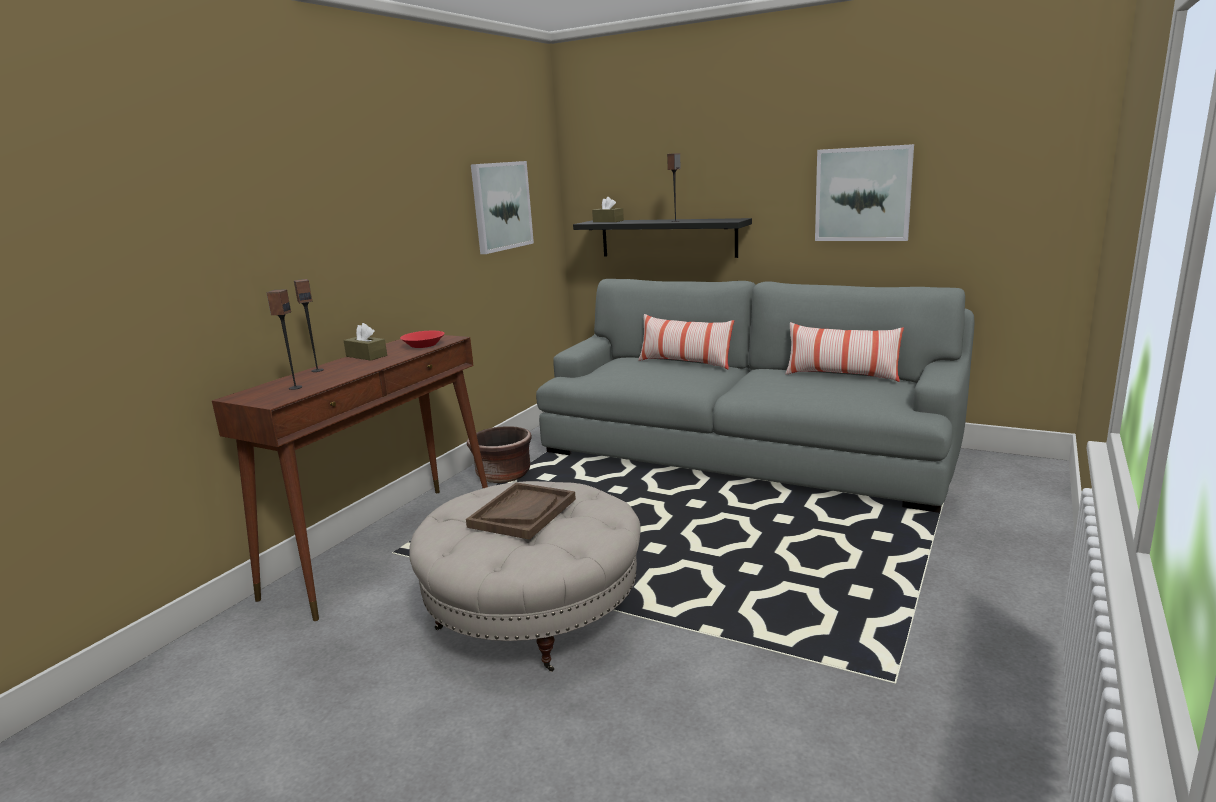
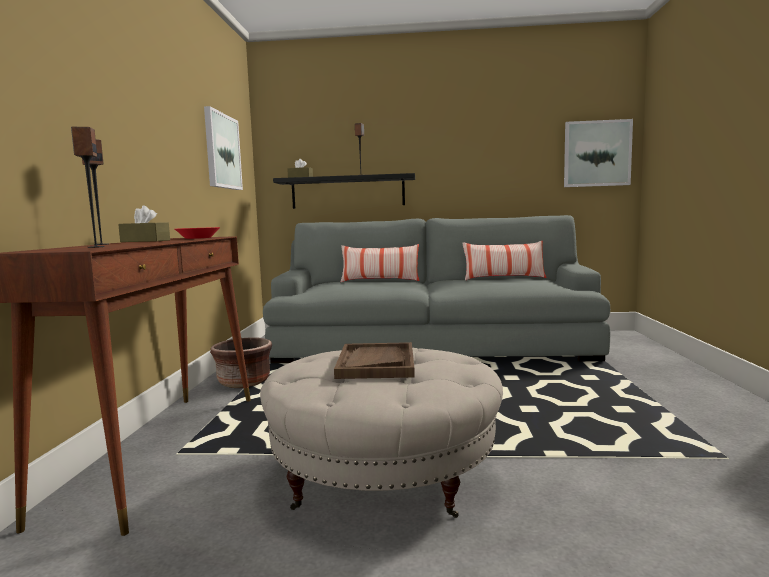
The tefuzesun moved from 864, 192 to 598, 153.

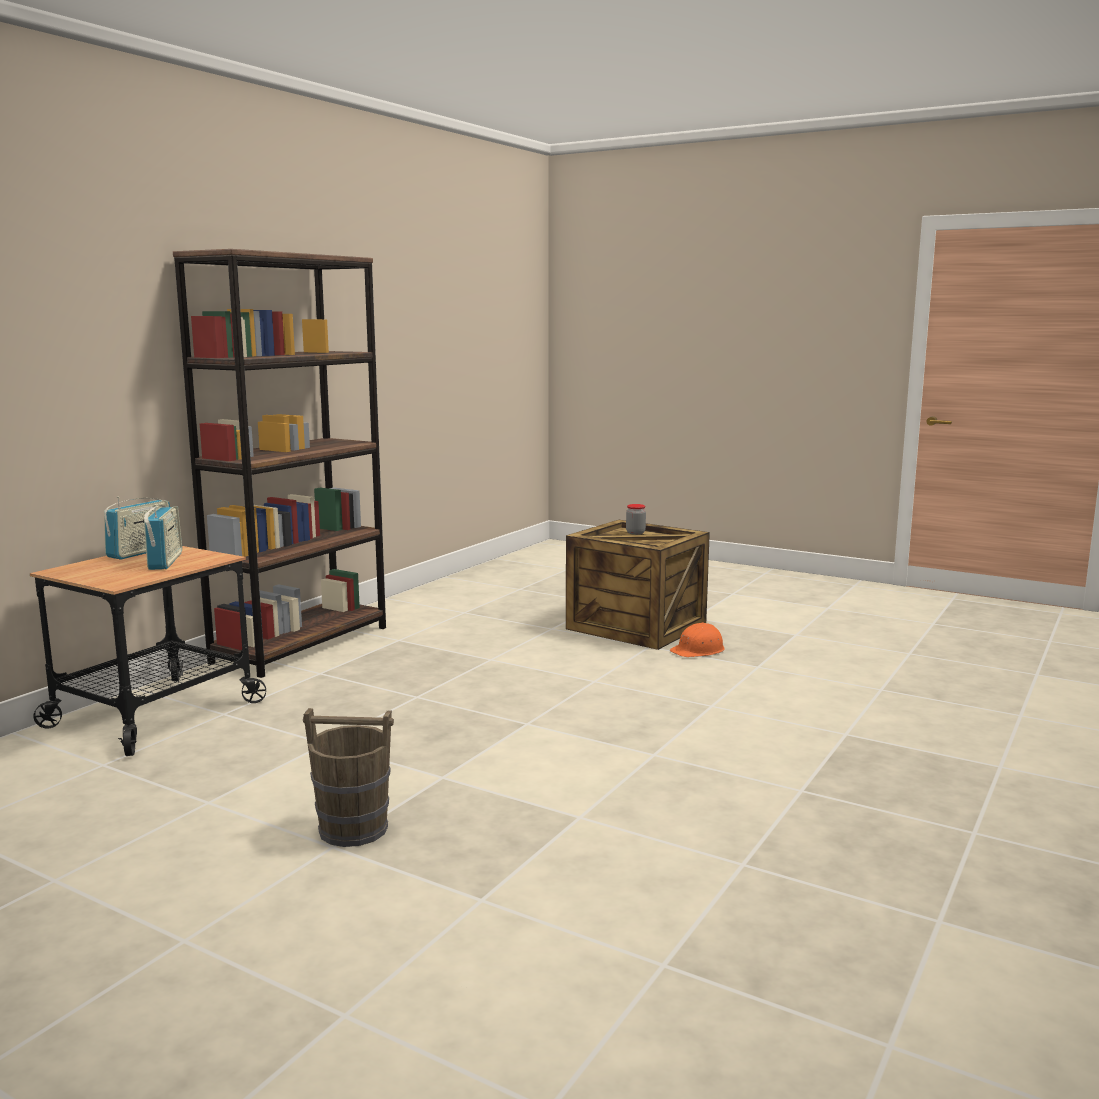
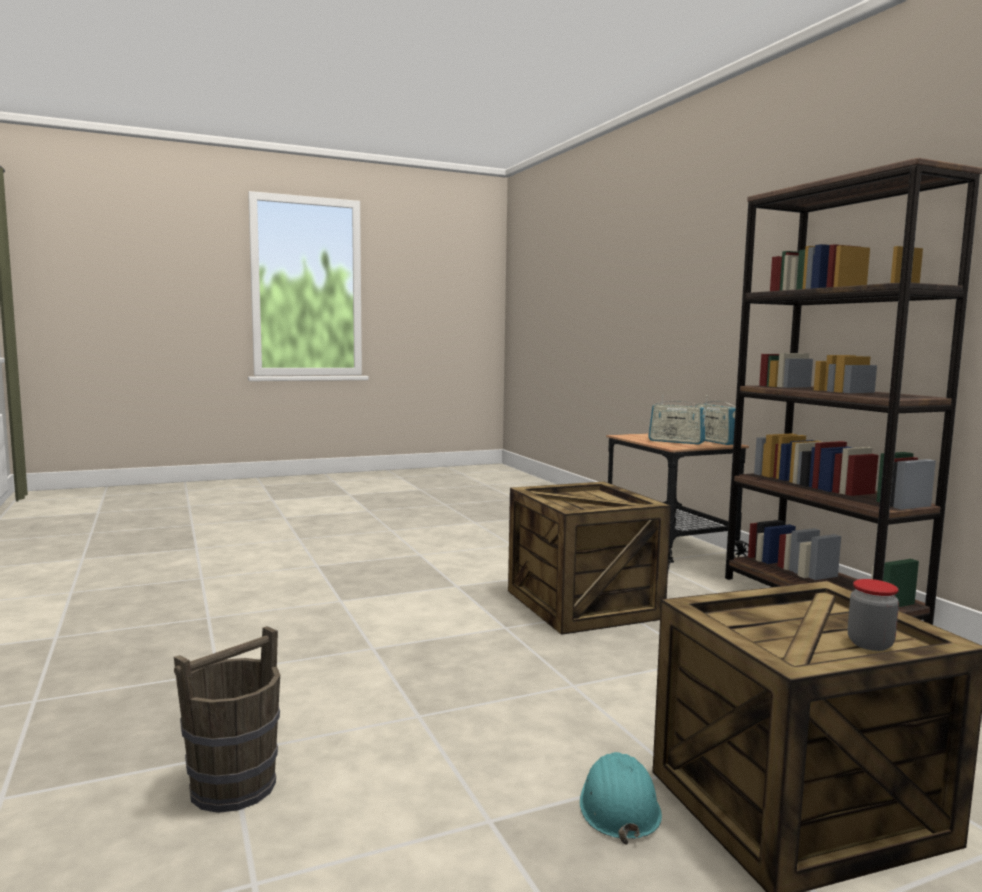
The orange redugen at 697, 639 became the turquoise redugen at 621, 798.
The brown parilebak moved from 348, 777 to 227, 719.
The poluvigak at 589, 558 appeared.

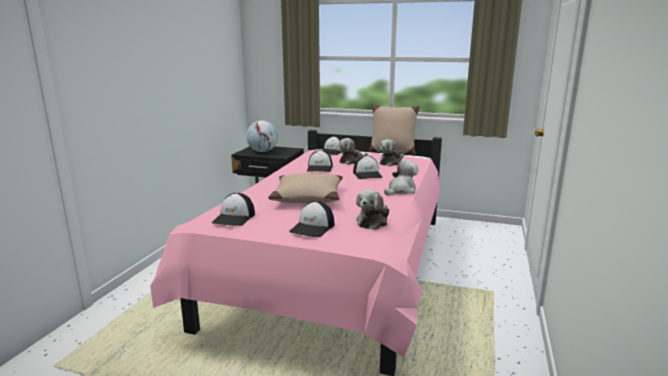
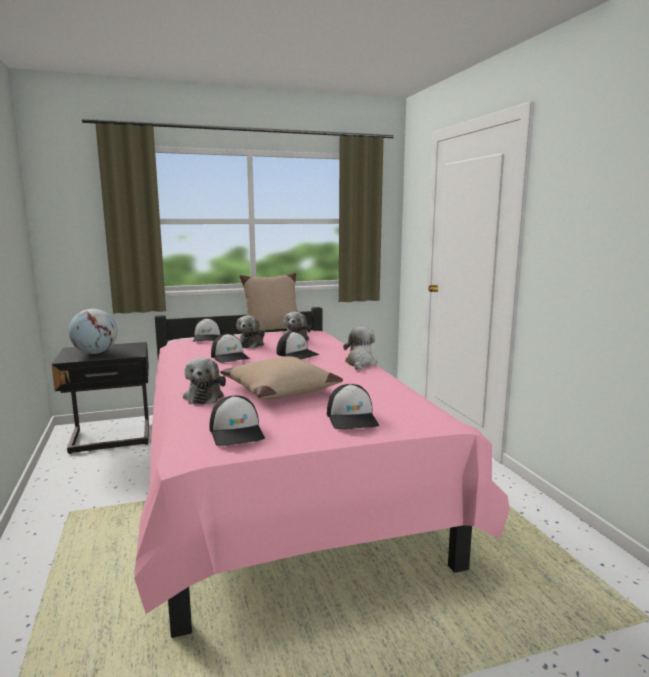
The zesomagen moved from 372, 209 to 204, 380.

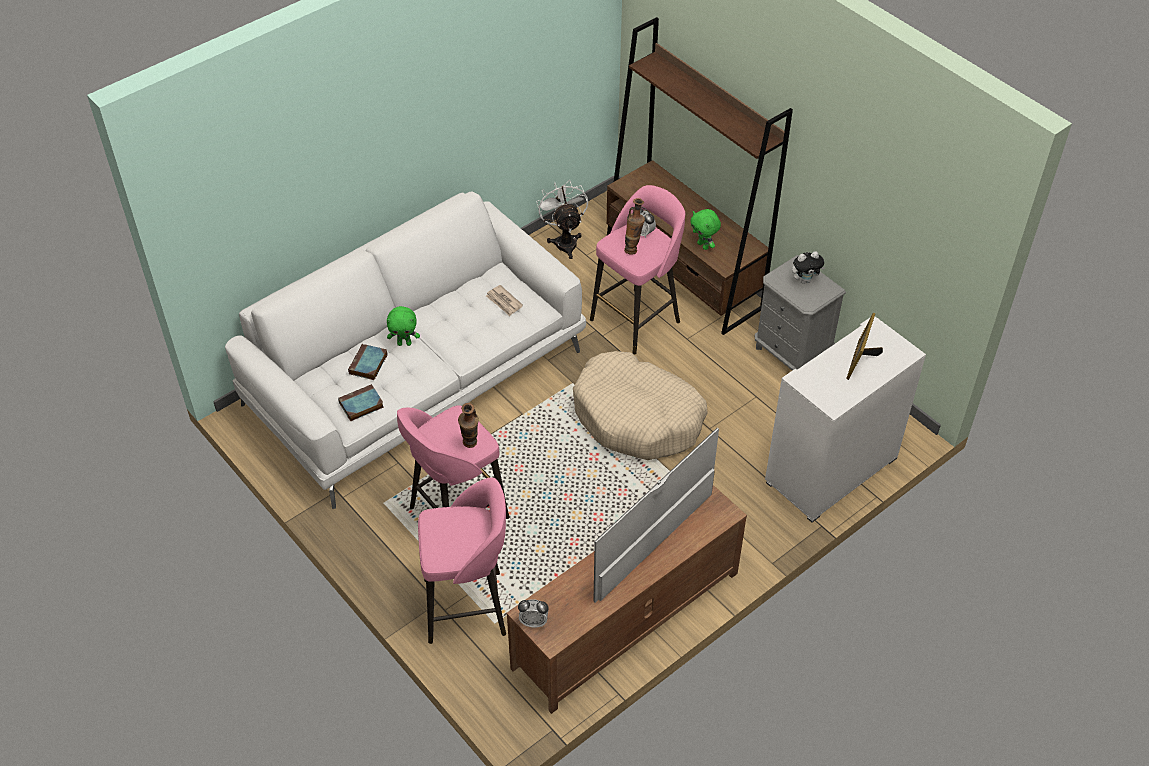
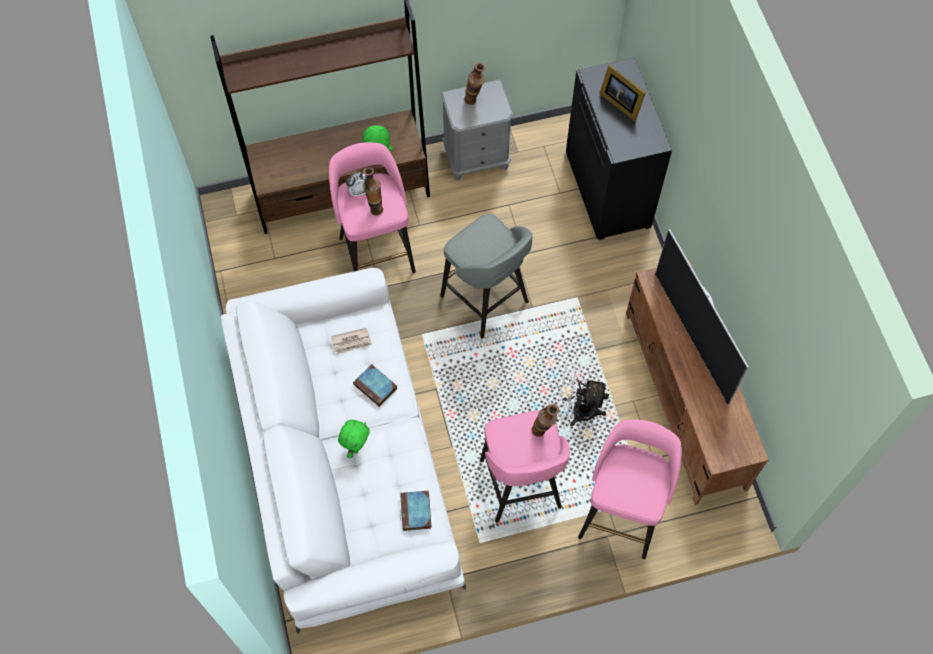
The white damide moved from 562, 220 to 583, 394.
The zesomagen at 808, 267 was replaced by the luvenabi at 475, 84.
The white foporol at 845, 420 became the black foporol at 619, 149.
The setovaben moved from 367, 362 to 375, 385.
The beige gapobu at 640, 405 was replaced by the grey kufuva at 486, 276.
The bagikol at 533, 613 disappeared.

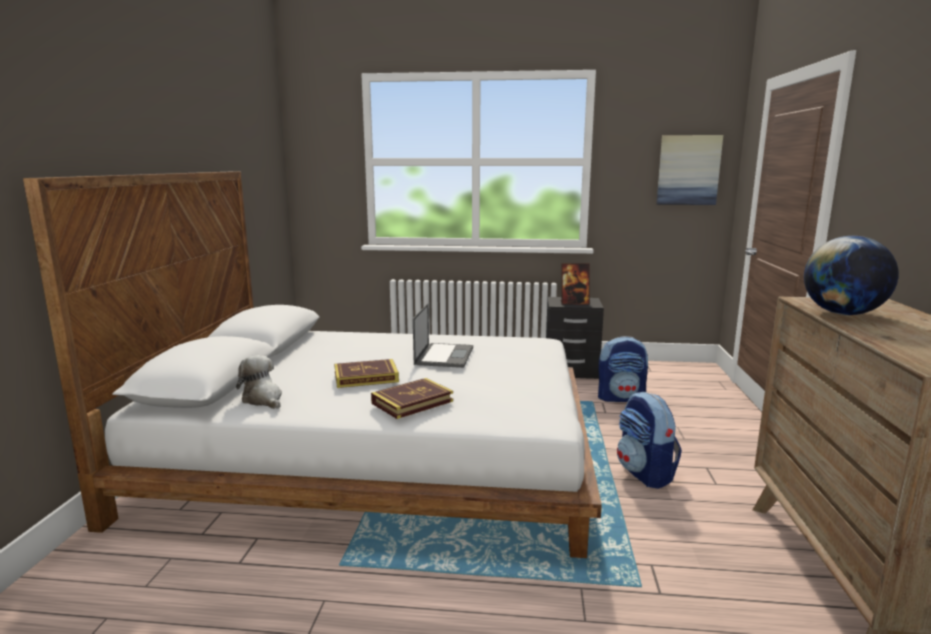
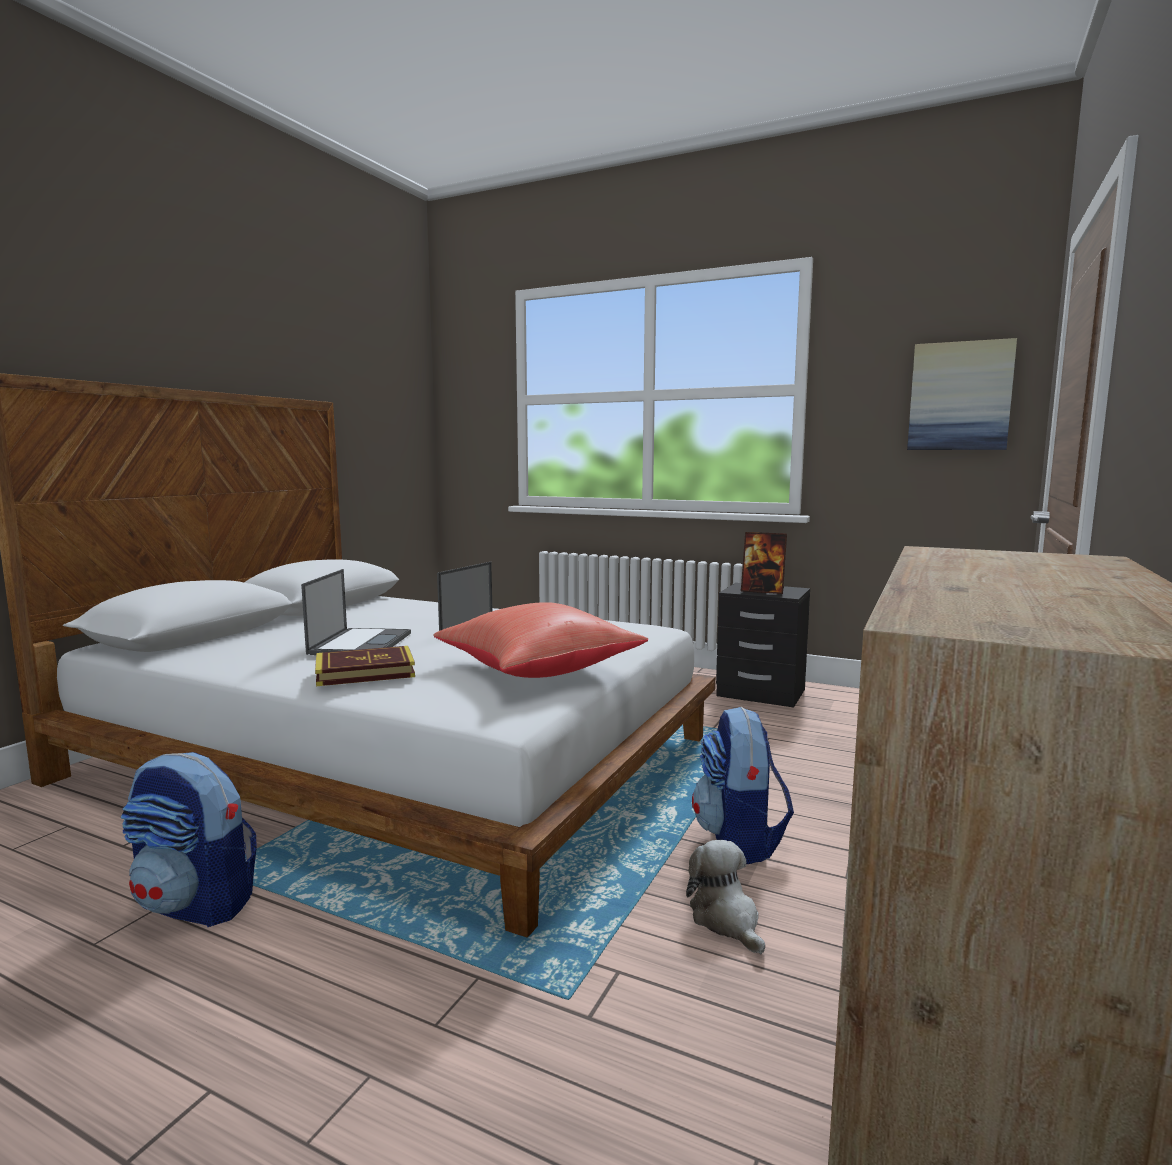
The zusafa at 851, 275 disappeared.
The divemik moved from 623, 369 to 189, 839.
The zesomagen moved from 259, 382 to 725, 897.
The setovaben at 366, 373 was replaced by the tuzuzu at 356, 612.
The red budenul at 541, 640 appeared.

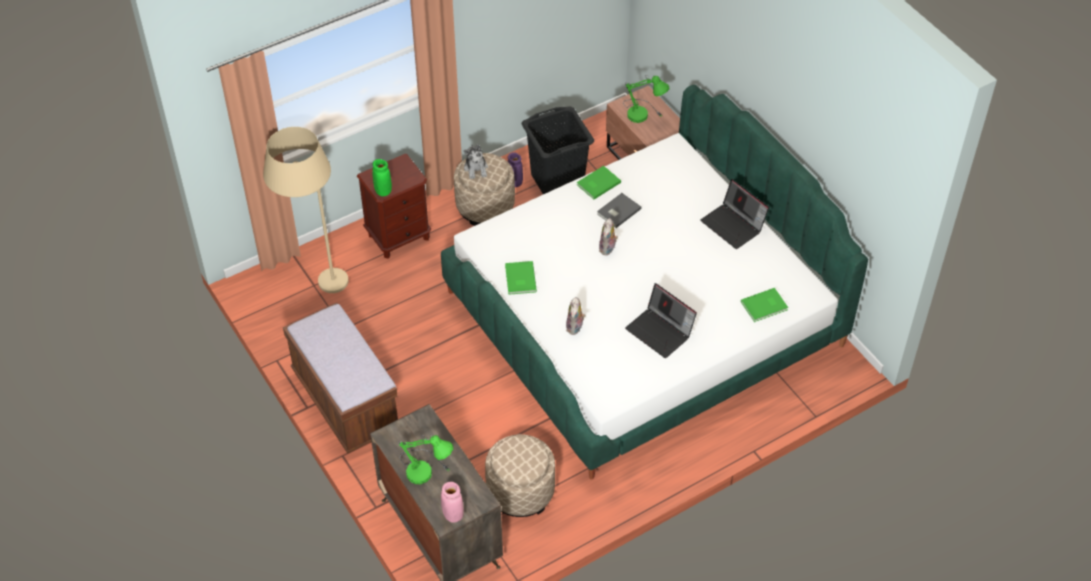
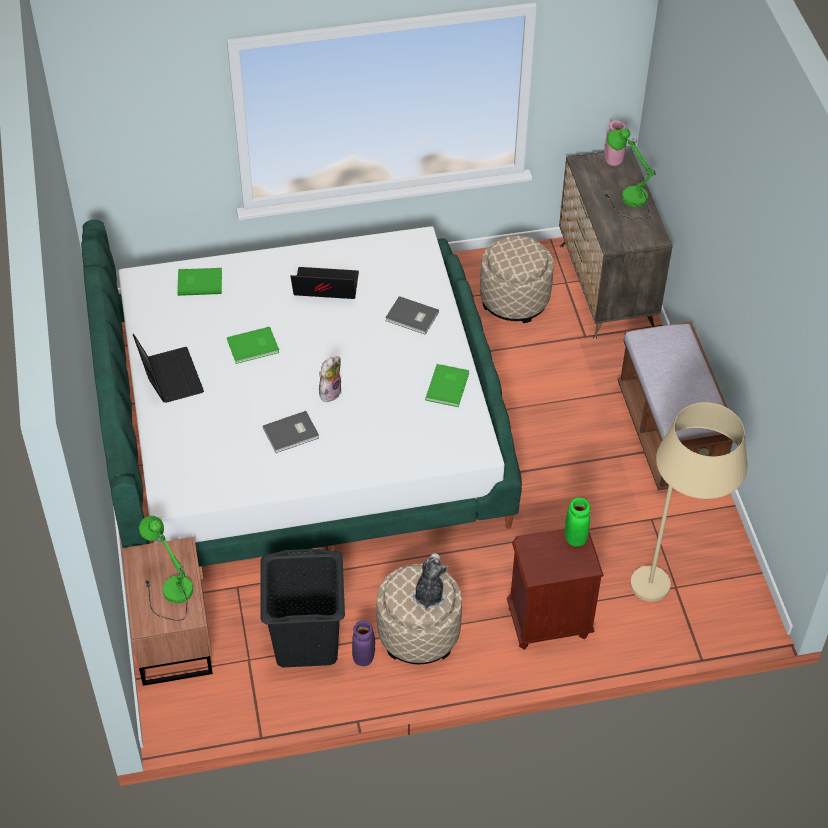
The green setovaben moved from 599, 182 to 253, 345.
The tuzuzu at 661, 320 turned 60 degrees counterclockwise.
The zesomagen at 576, 316 was replaced by the grey setovaben at 412, 315.

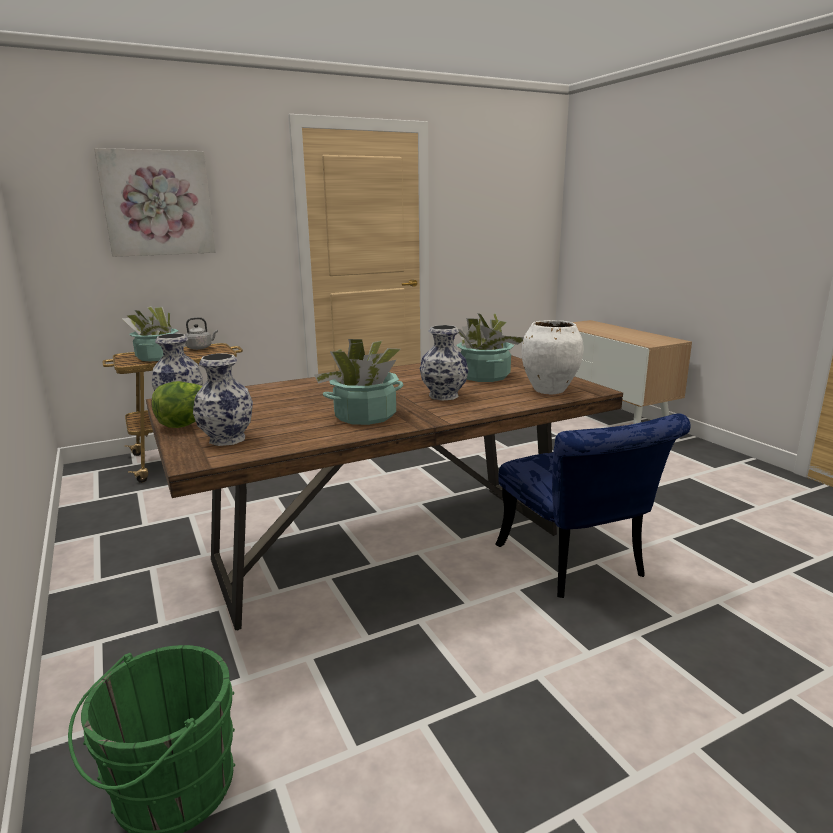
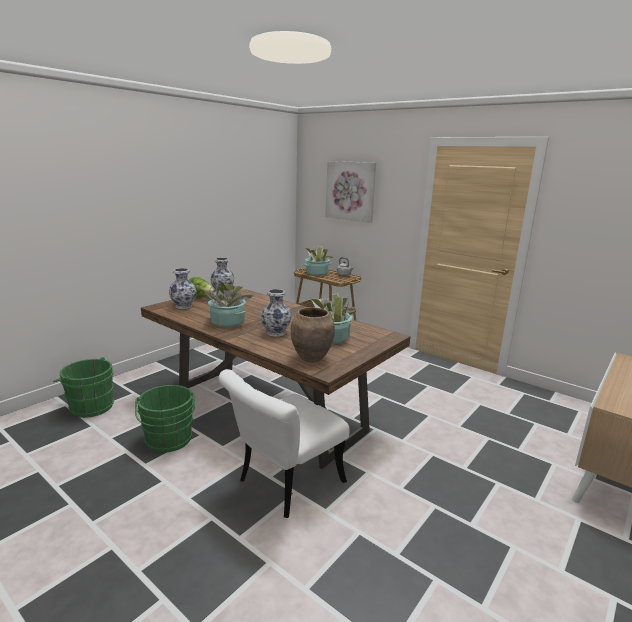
The white luvenabi at 552, 357 became the brown luvenabi at 313, 335.
The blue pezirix at 592, 506 became the white pezirix at 284, 443.
The green parilebak at 165, 419 appeared.

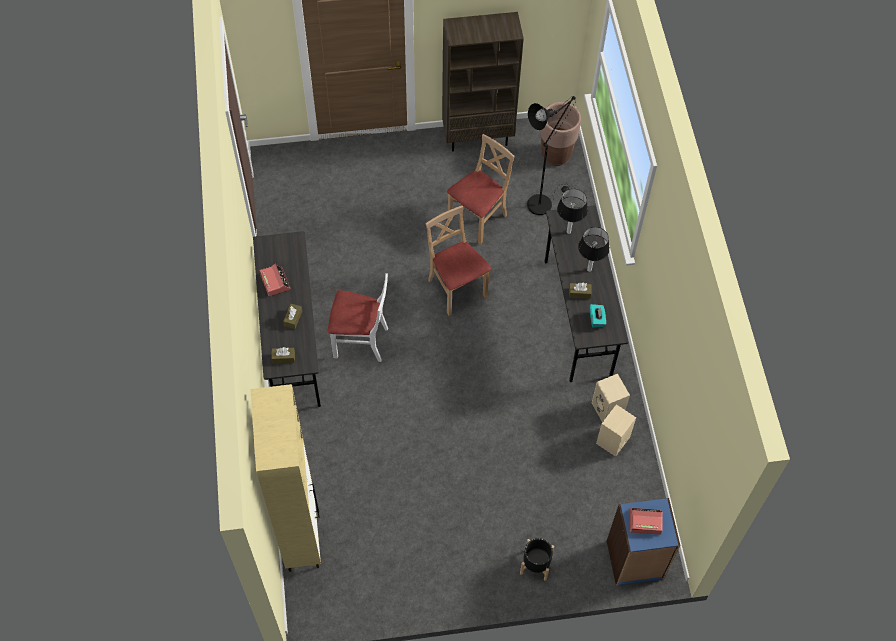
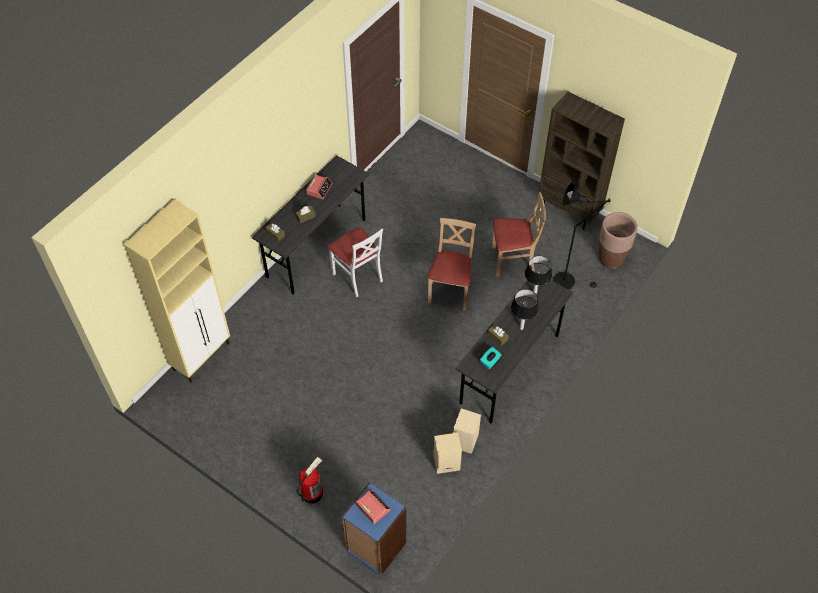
The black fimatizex at 537, 559 was replaced by the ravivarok at 310, 480.

